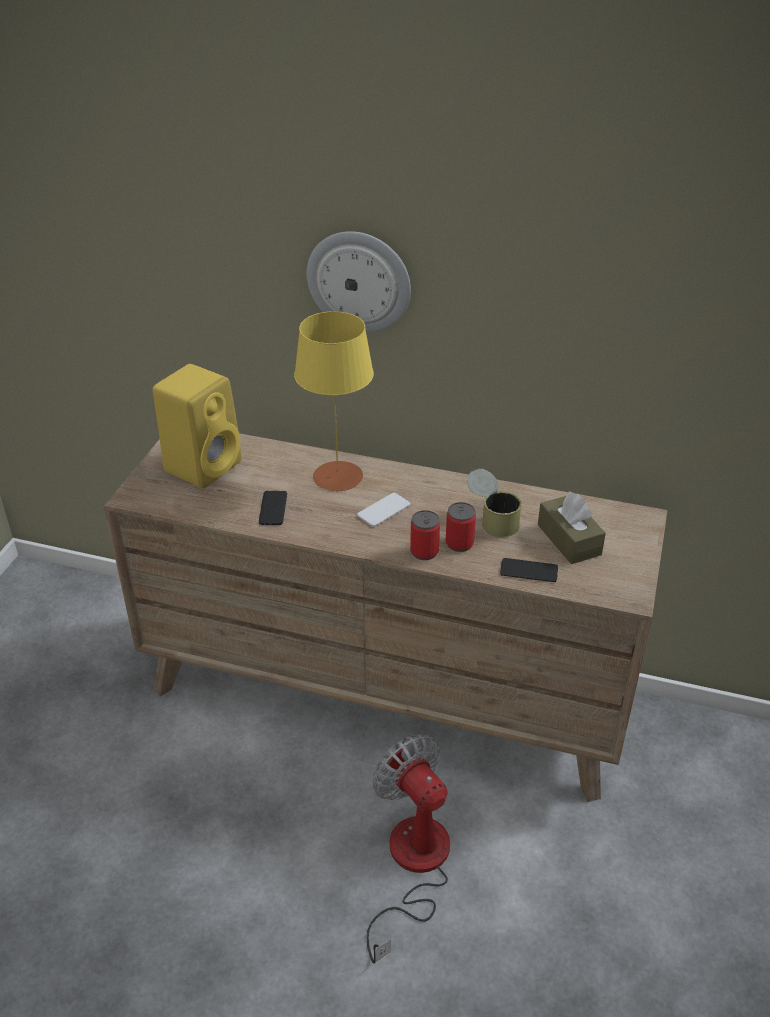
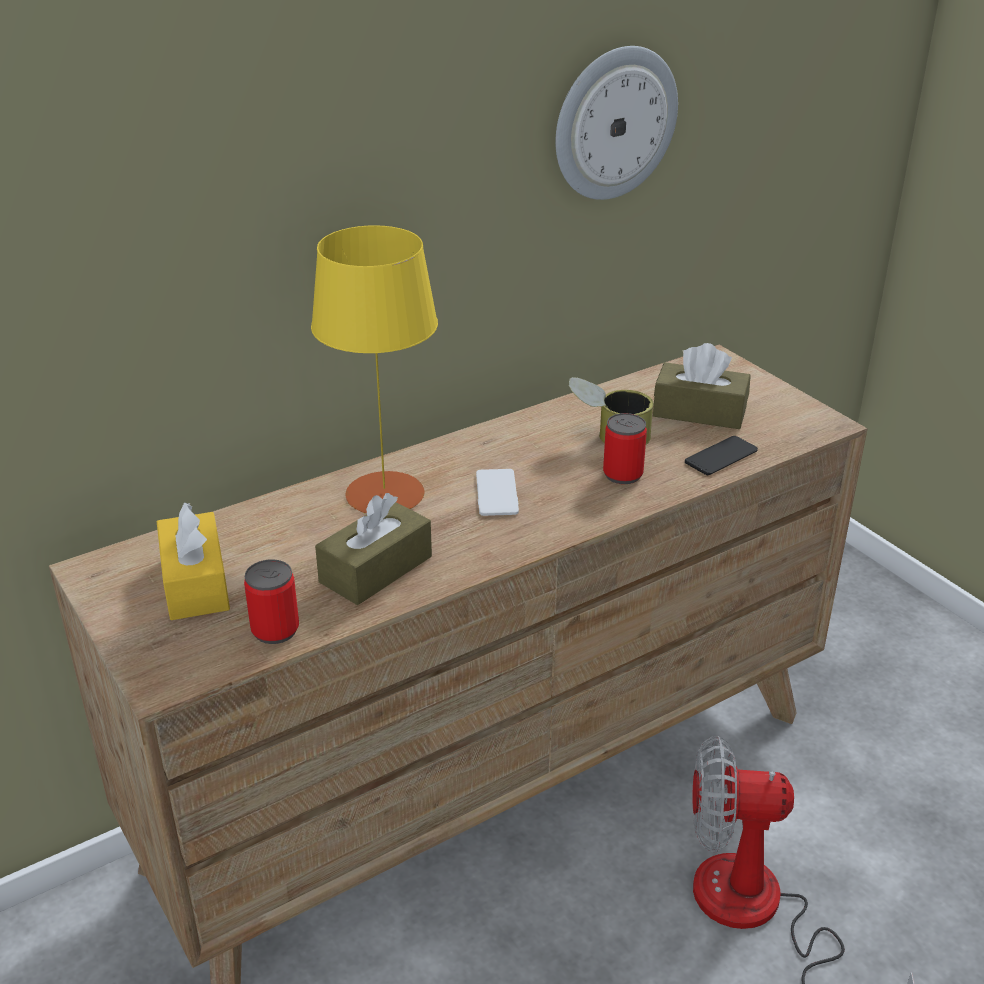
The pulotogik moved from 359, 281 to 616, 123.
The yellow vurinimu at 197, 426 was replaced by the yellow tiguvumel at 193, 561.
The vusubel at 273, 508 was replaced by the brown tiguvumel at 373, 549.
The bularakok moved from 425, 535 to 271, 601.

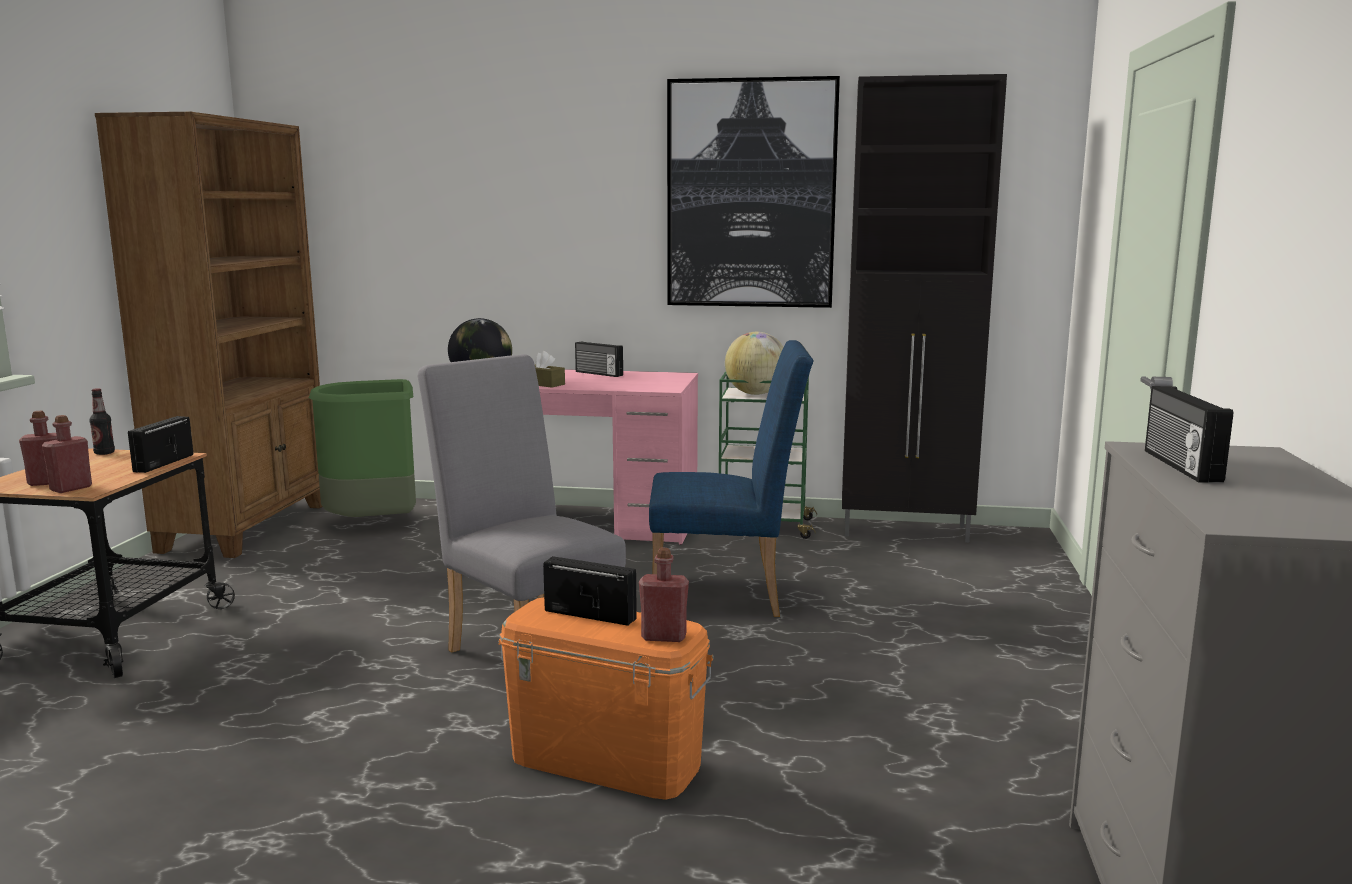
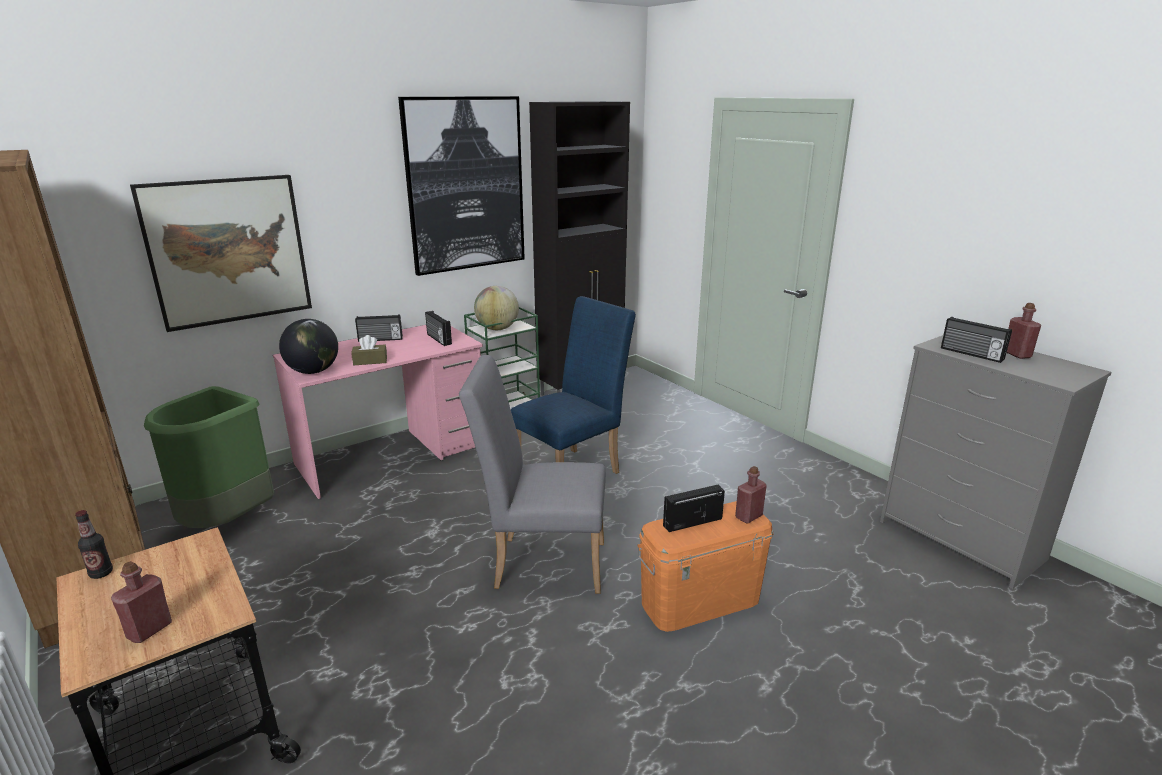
The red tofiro moved from 67, 454 to 1024, 331.
The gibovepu moved from 161, 444 to 438, 328.
The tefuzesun at 221, 253 appeared.

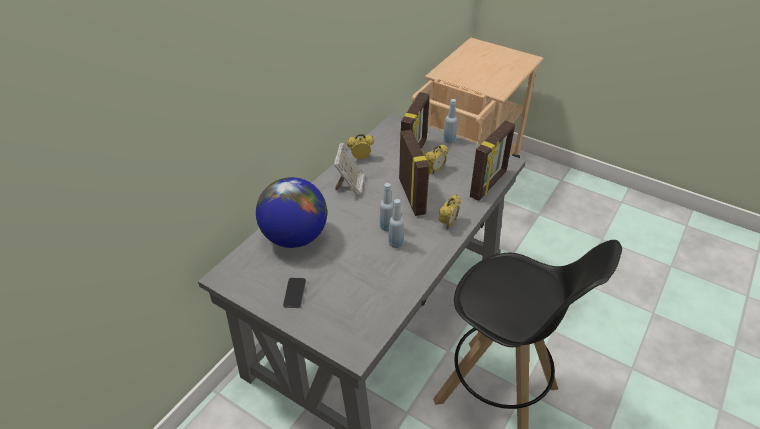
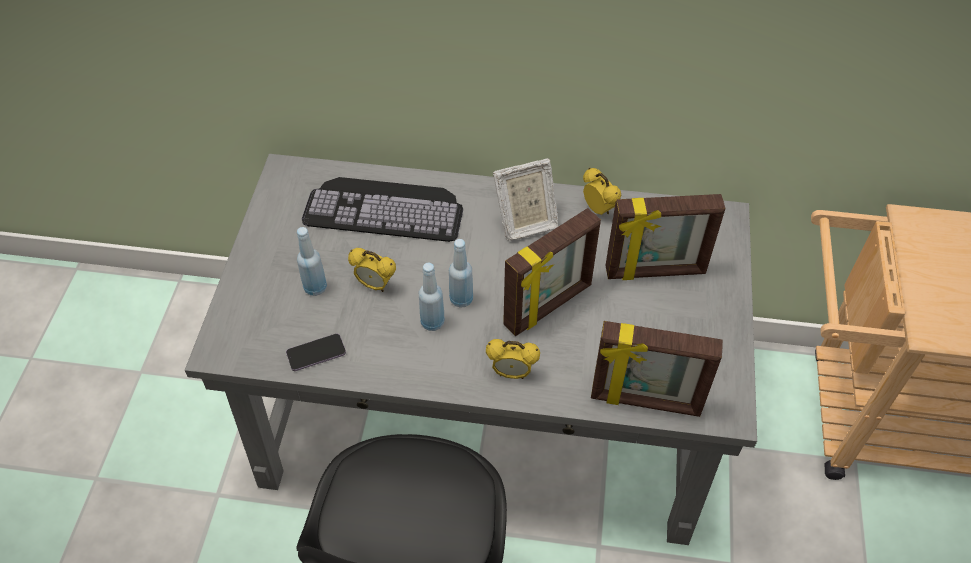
The blue tofiro moved from 450, 121 to 312, 261.
The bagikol moved from 437, 159 to 372, 270.
The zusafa at 291, 212 was replaced by the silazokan at 382, 209.
The vusubel moved from 294, 293 to 316, 352.

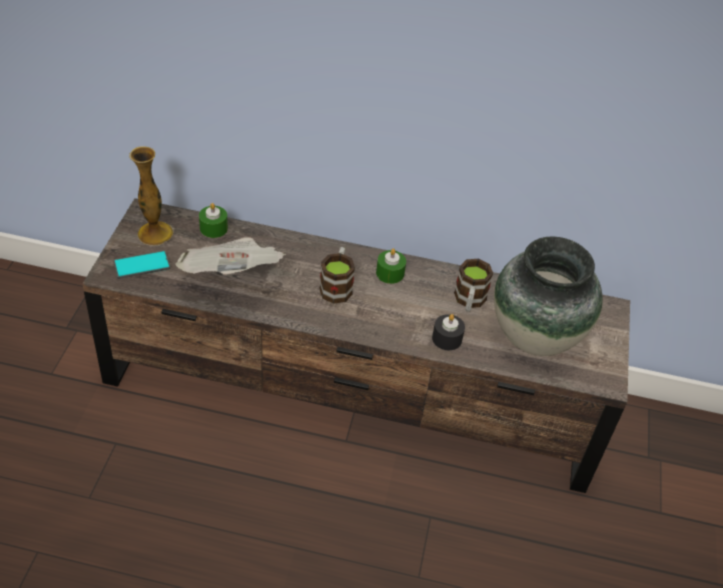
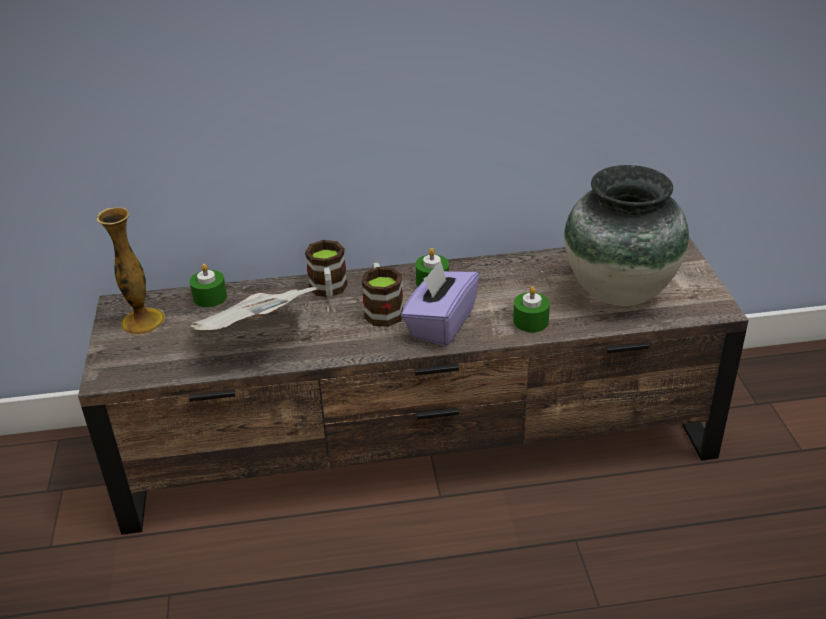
The vusubel at 141, 265 disappeared.
The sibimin moved from 473, 285 to 326, 269.
The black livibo at 448, 332 became the green livibo at 531, 309.
The purple tiguvumel at 440, 303 appeared.

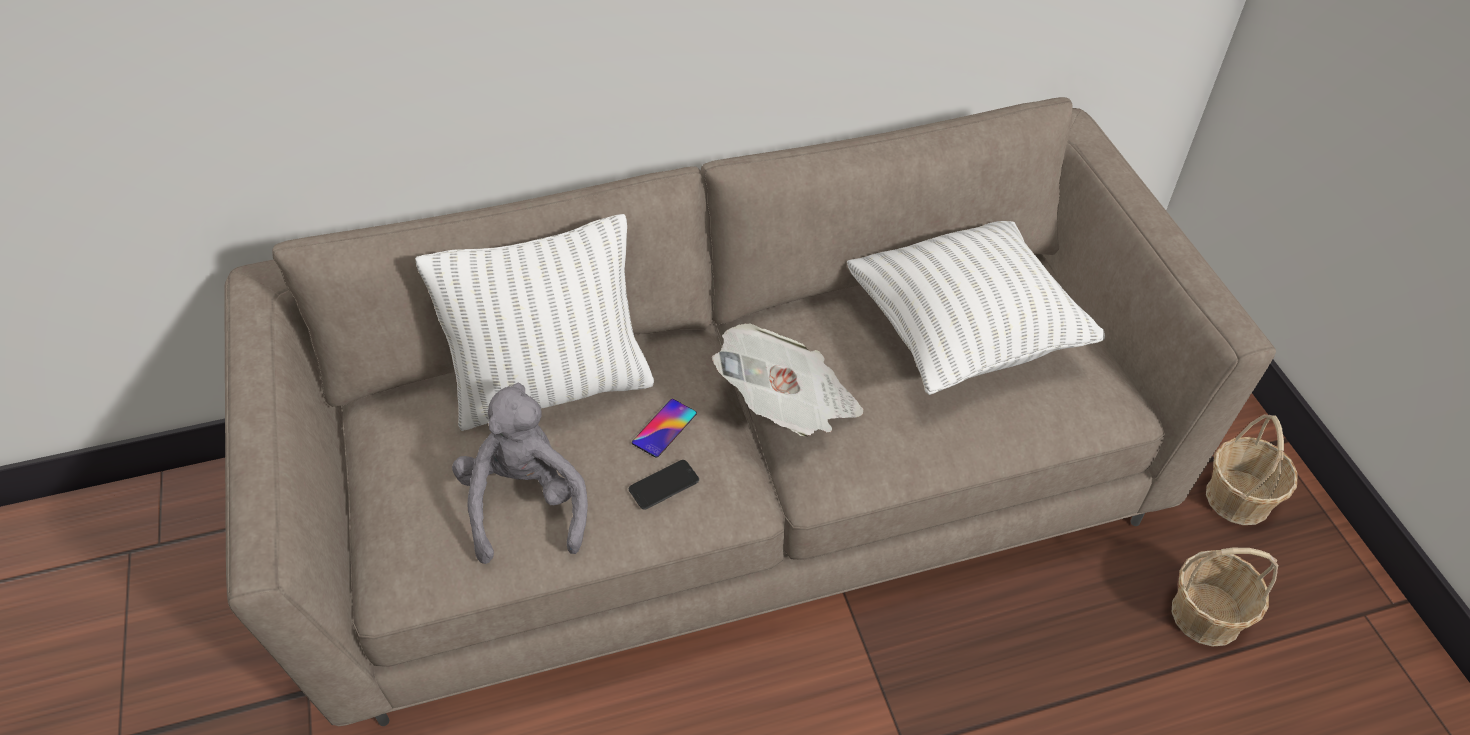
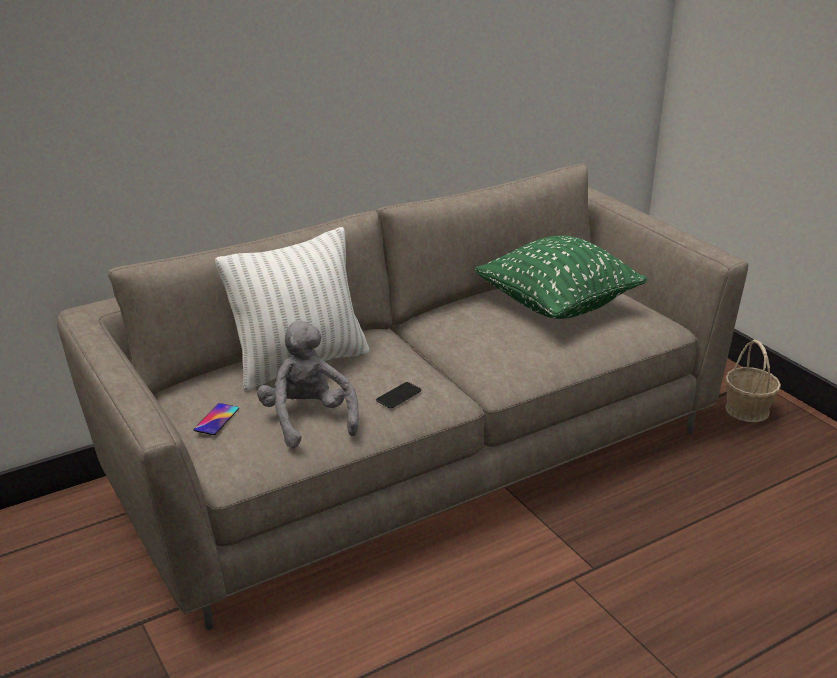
The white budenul at 976, 308 became the green budenul at 560, 277.
The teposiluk at 787, 380 disappeared.
The vusubel moved from 664, 428 to 216, 419.
The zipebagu at 1225, 597 disappeared.

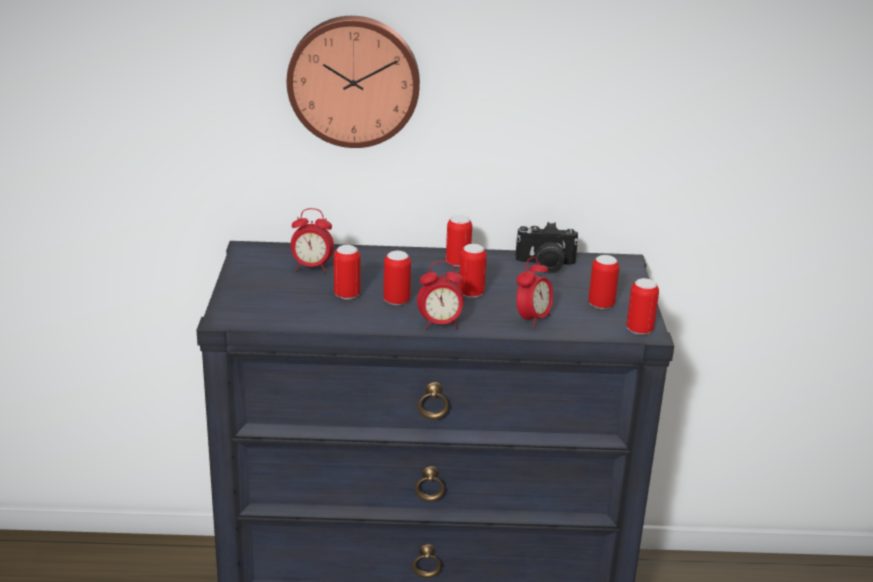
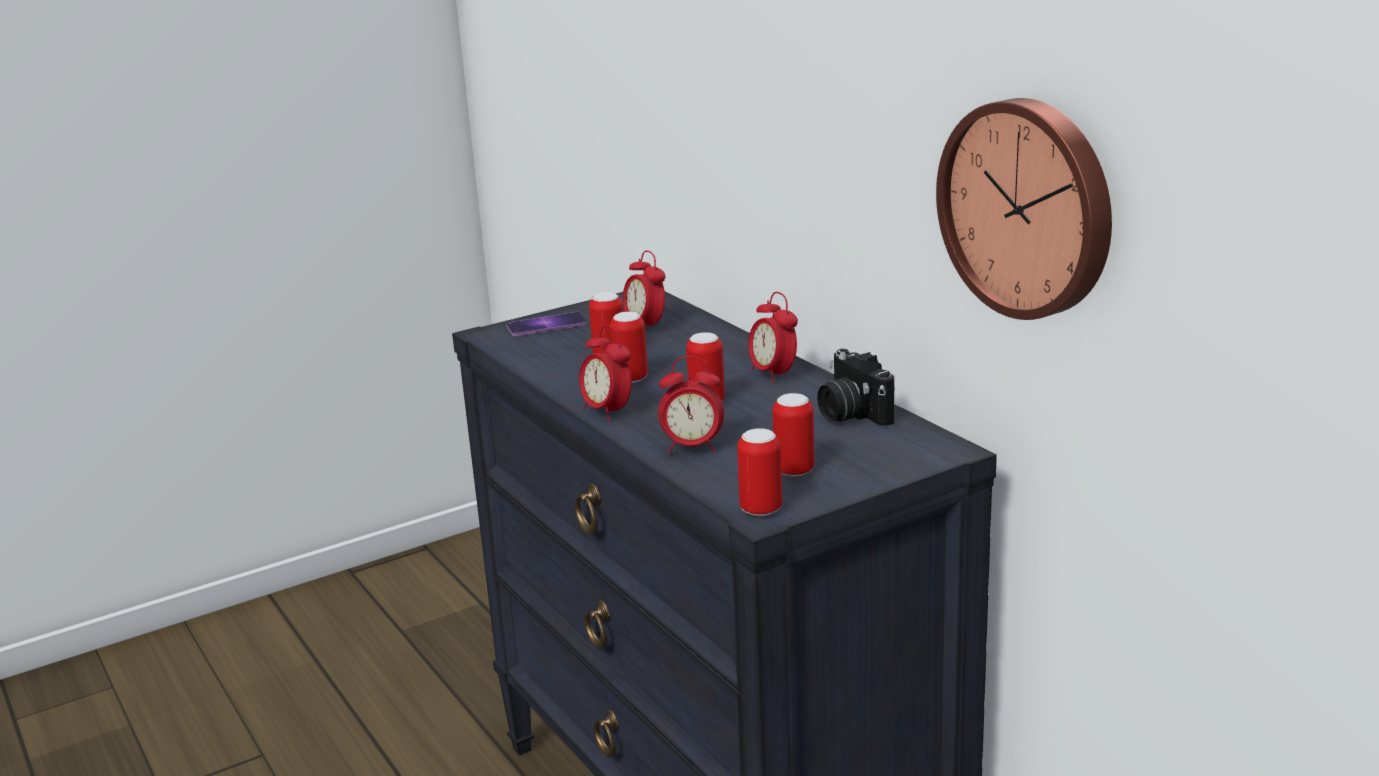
The pulotogik moved from 353, 82 to 1024, 209.
The bularakok at 459, 241 was replaced by the bagikol at 773, 337.
The vusubel at 546, 324 appeared.

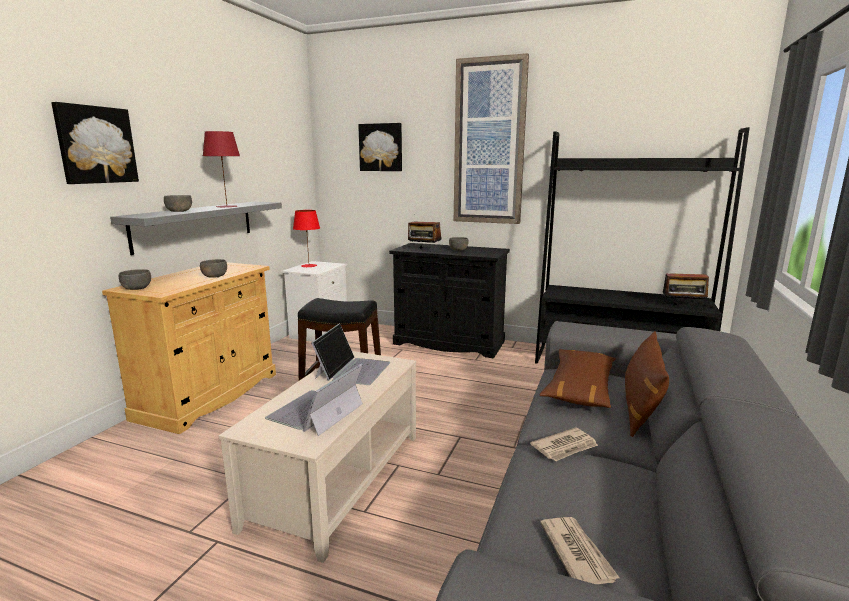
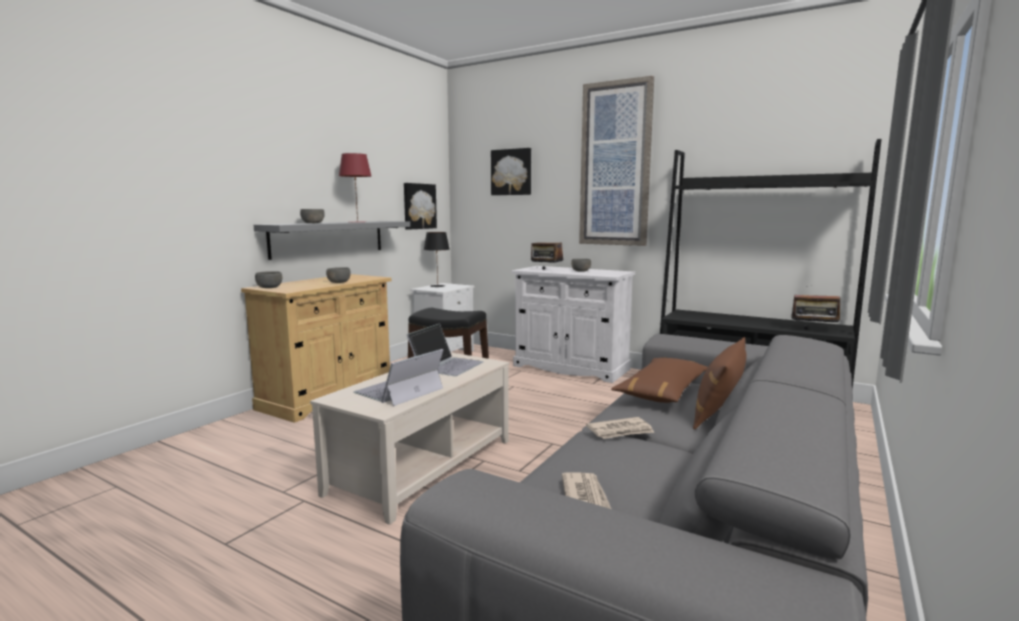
The tefuzesun moved from 95, 143 to 420, 206.
The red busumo at 306, 238 became the black busumo at 437, 259.
The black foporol at 449, 300 became the white foporol at 573, 324.

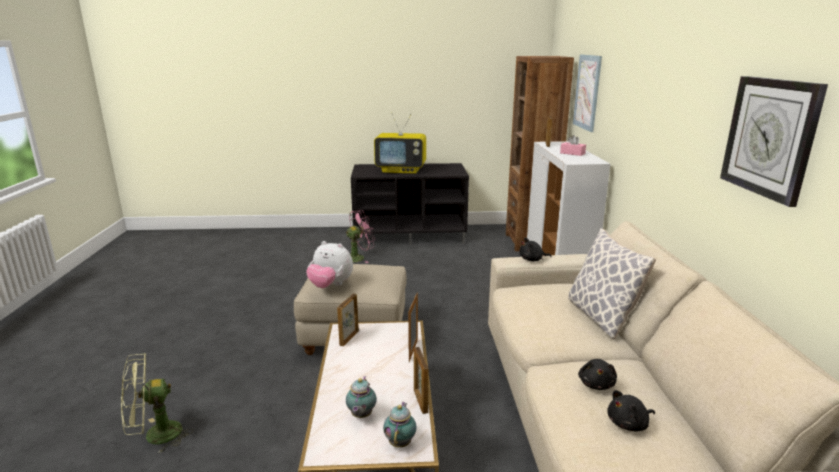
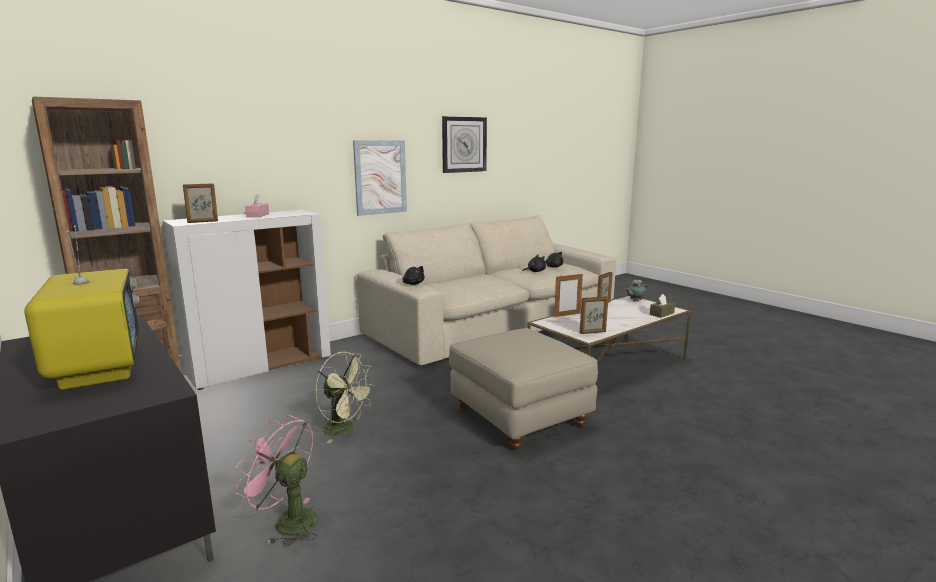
The tefuzesun moved from 587, 93 to 380, 178.
The budenul at 612, 283 disappeared.
The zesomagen at 329, 264 disappeared.
The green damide moved from 157, 403 to 345, 397.
The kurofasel at 361, 397 disappeared.
The brown tiguvumel at 662, 306 appeared.

